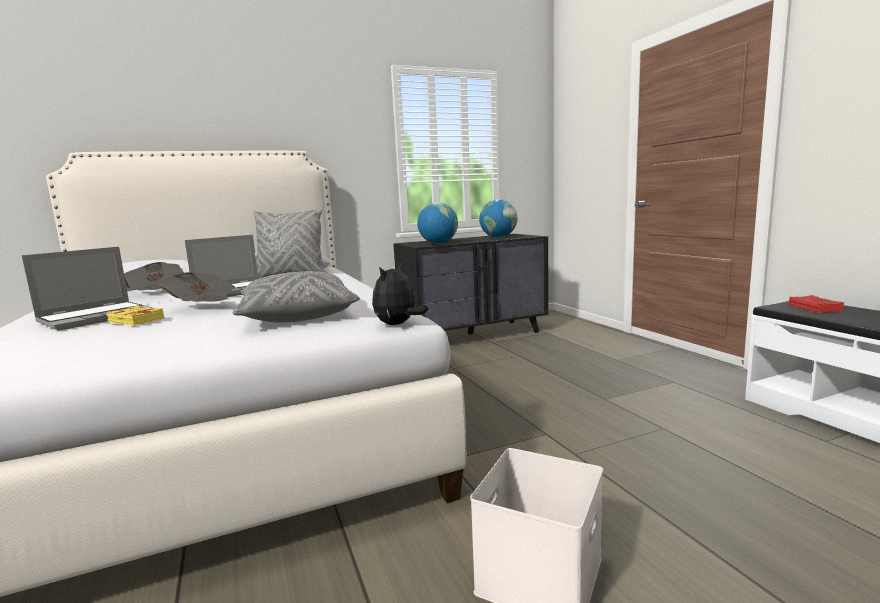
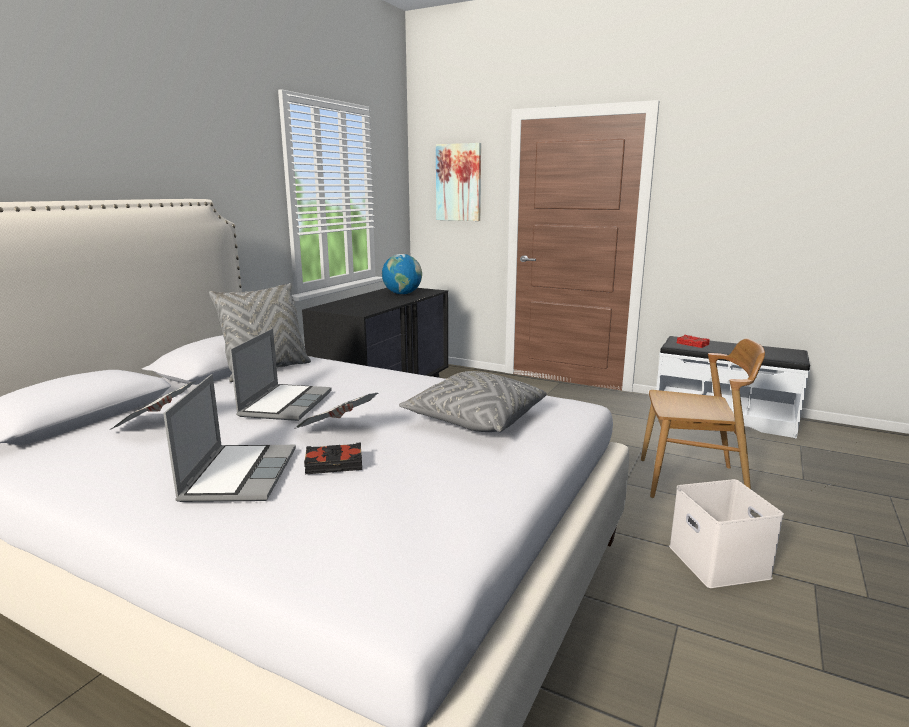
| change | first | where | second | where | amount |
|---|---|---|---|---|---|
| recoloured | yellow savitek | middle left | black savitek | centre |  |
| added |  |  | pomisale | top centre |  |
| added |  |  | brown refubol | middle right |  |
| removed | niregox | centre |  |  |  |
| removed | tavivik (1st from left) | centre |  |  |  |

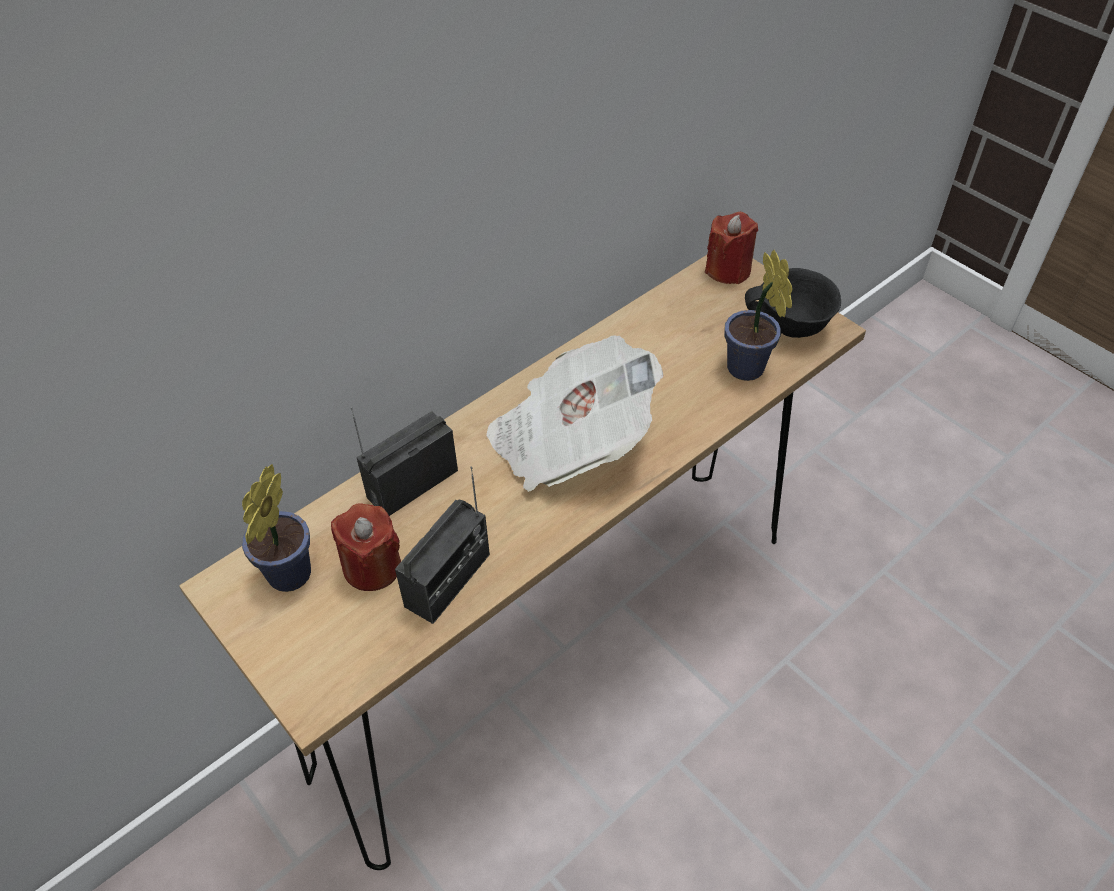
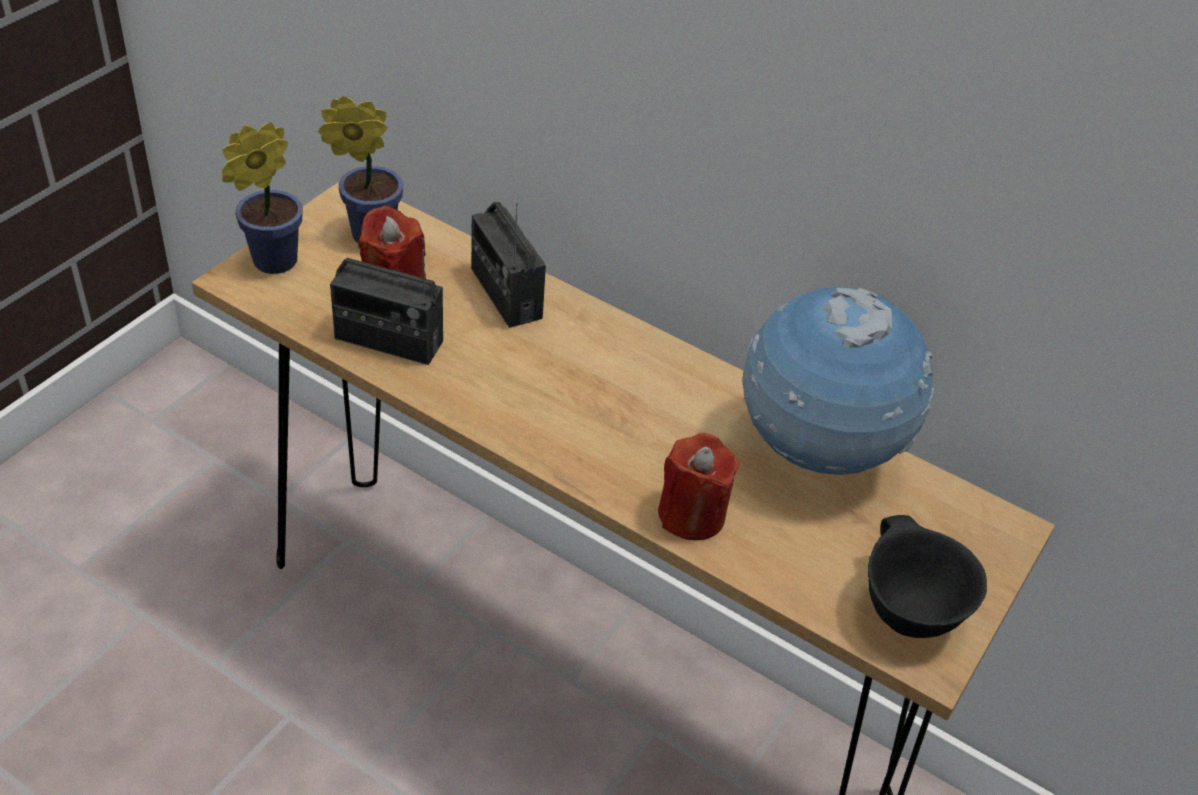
| change | first | where | second | where | amount |
|---|---|---|---|---|---|
| moved | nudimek (2nd from left in the first image) | middle right | nudimek (1st from left) | top left |  |
| turned | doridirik (1st from left in the first image) | centre | doridirik (2nd from left) | centre | 150 degrees counterclockwise |
| moved | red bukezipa (2nd from left) | top centre |  | centre |  |
| added |  |  | tavivik | middle right |  |
| removed | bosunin | centre |  |  |  |

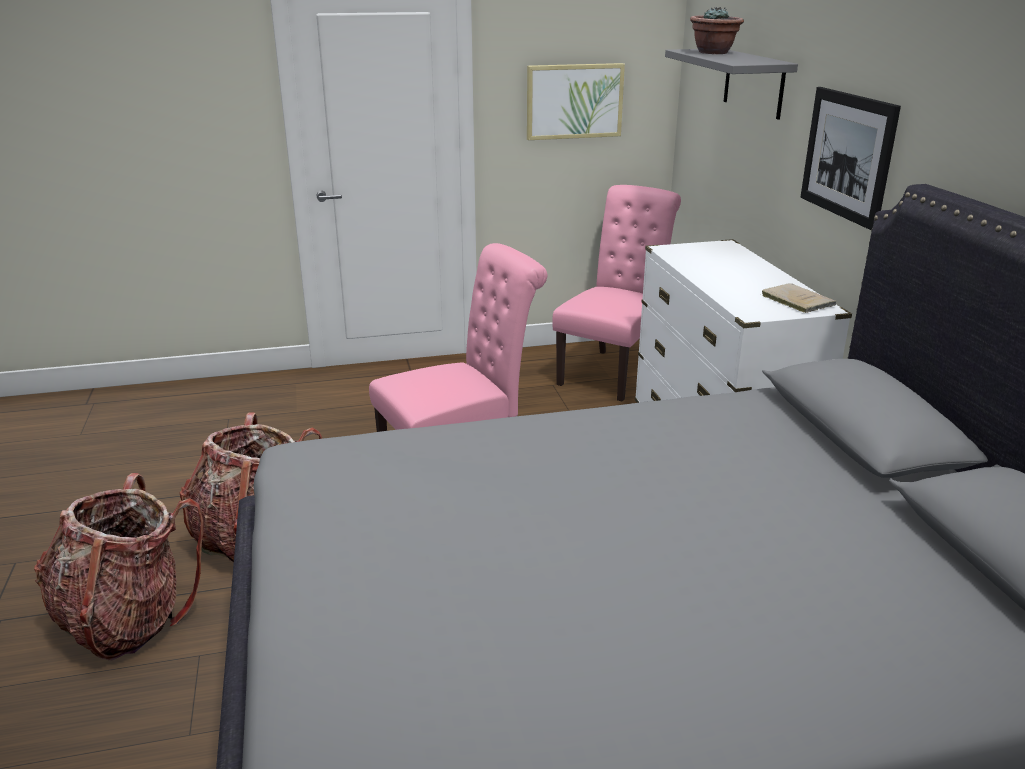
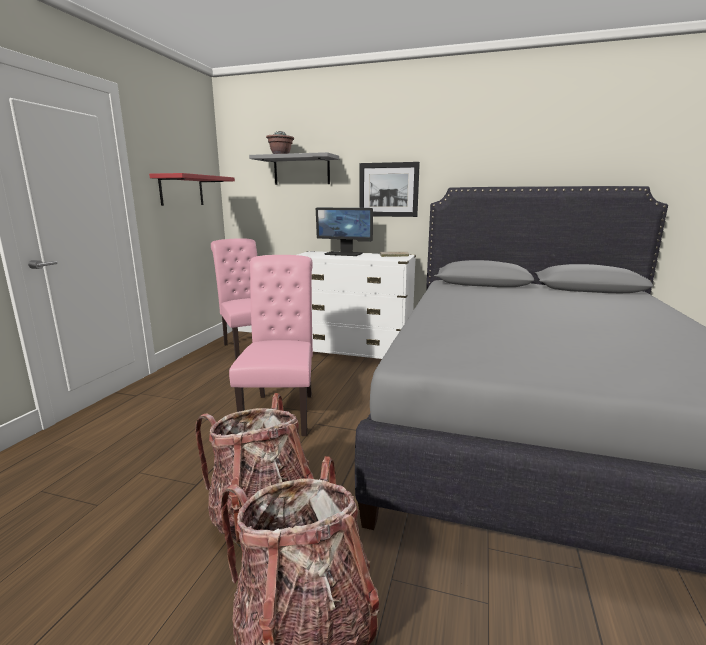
| change | first | where | second | where | amount |
|---|---|---|---|---|---|
| replaced | pomisale (1st from left) | top centre | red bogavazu | top left |  |
| added |  |  | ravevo | centre |  |

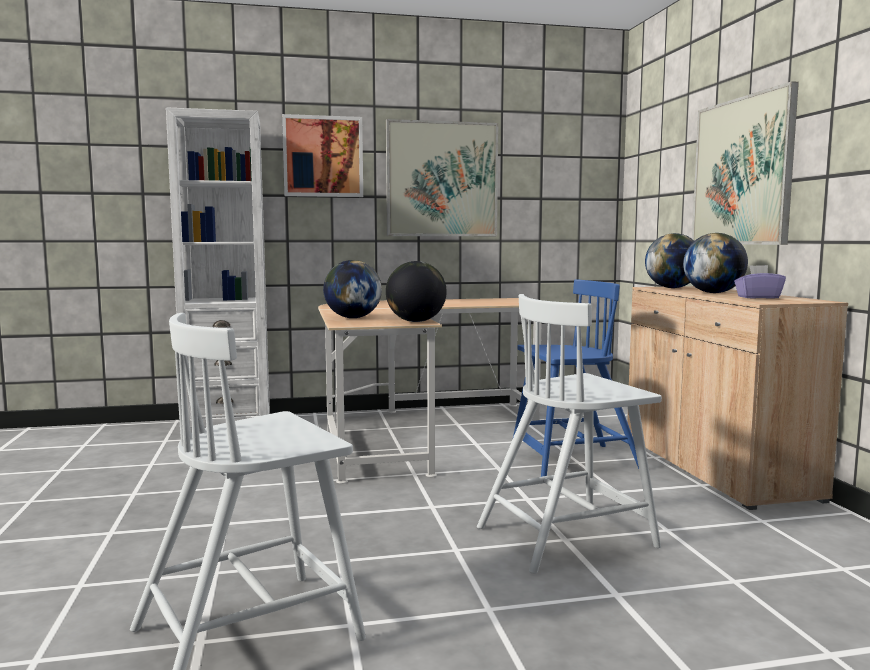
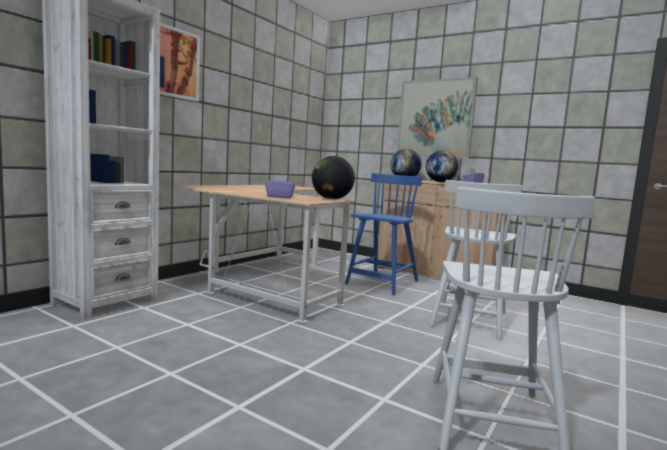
| change | first | where | second | where | amount |
|---|---|---|---|---|---|
| replaced | tavivik (1st from left) | centre | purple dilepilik (1st from left) | centre |  |
| removed | pomisale (2nd from left) | top centre |  |  |  |

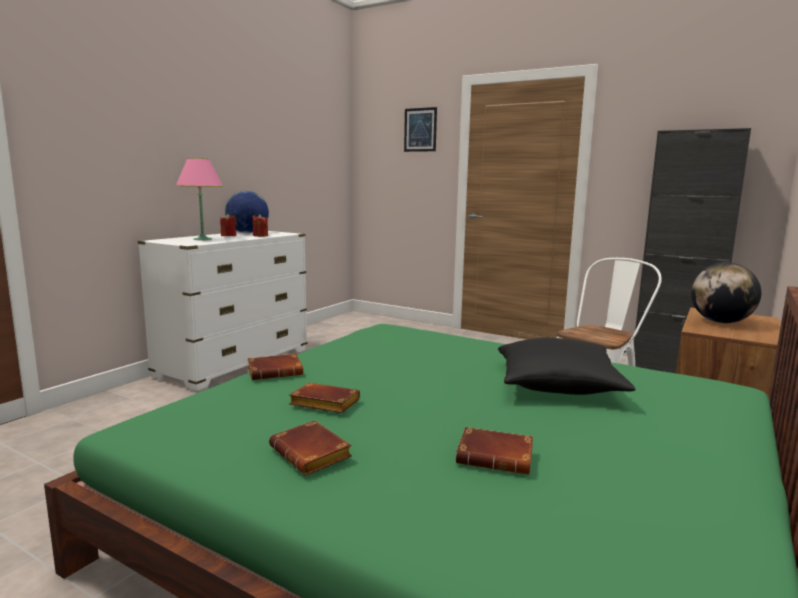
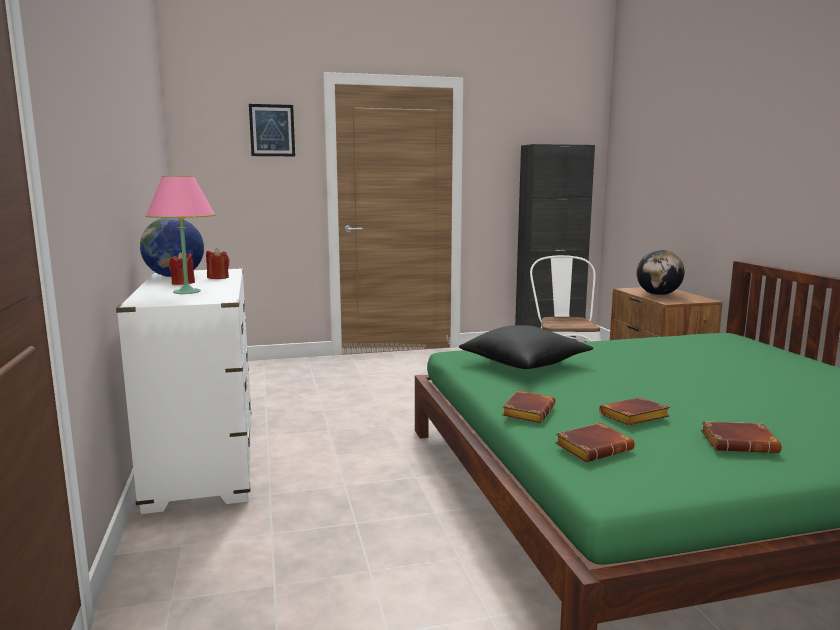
| change | first | where | second | where | amount |
|---|---|---|---|---|---|
| moved | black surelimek | middle right |  | centre |  |
| moved | brown savitek (4th from left in the first image) | bottom centre | brown savitek (2nd from left) | bottom right |  |

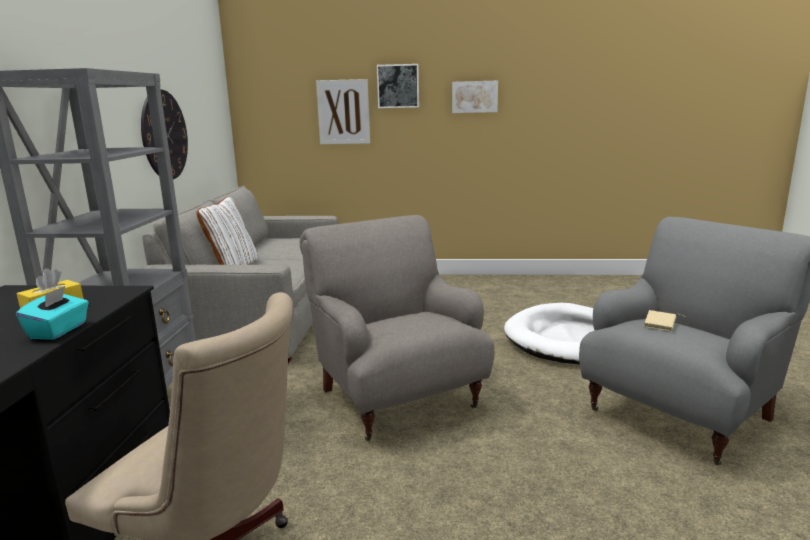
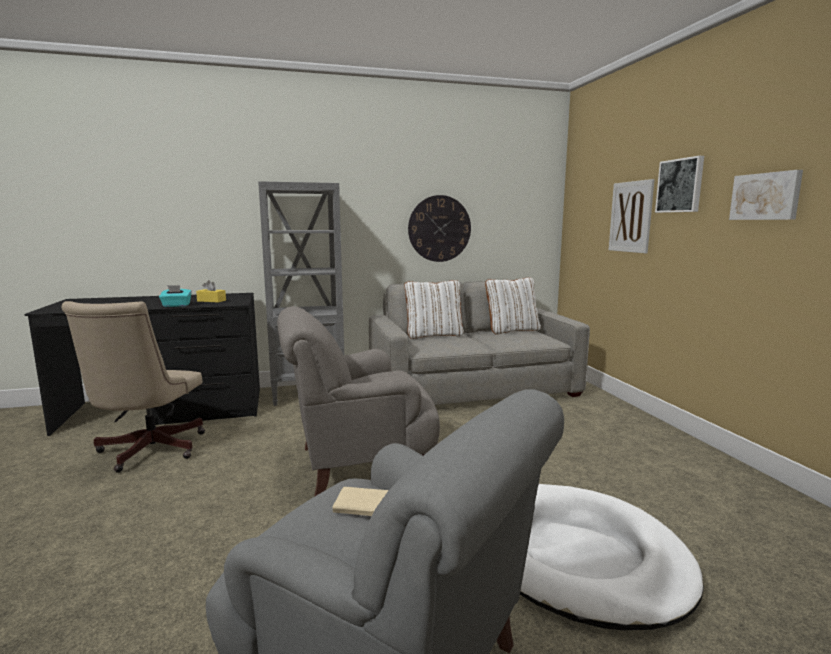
| change | first | where | second | where | amount |
|---|---|---|---|---|---|
| turned | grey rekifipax (1st from left) | centre |  | centre | 150 degrees counterclockwise |
| added |  |  | white surelimek (2nd from left) | centre |  |

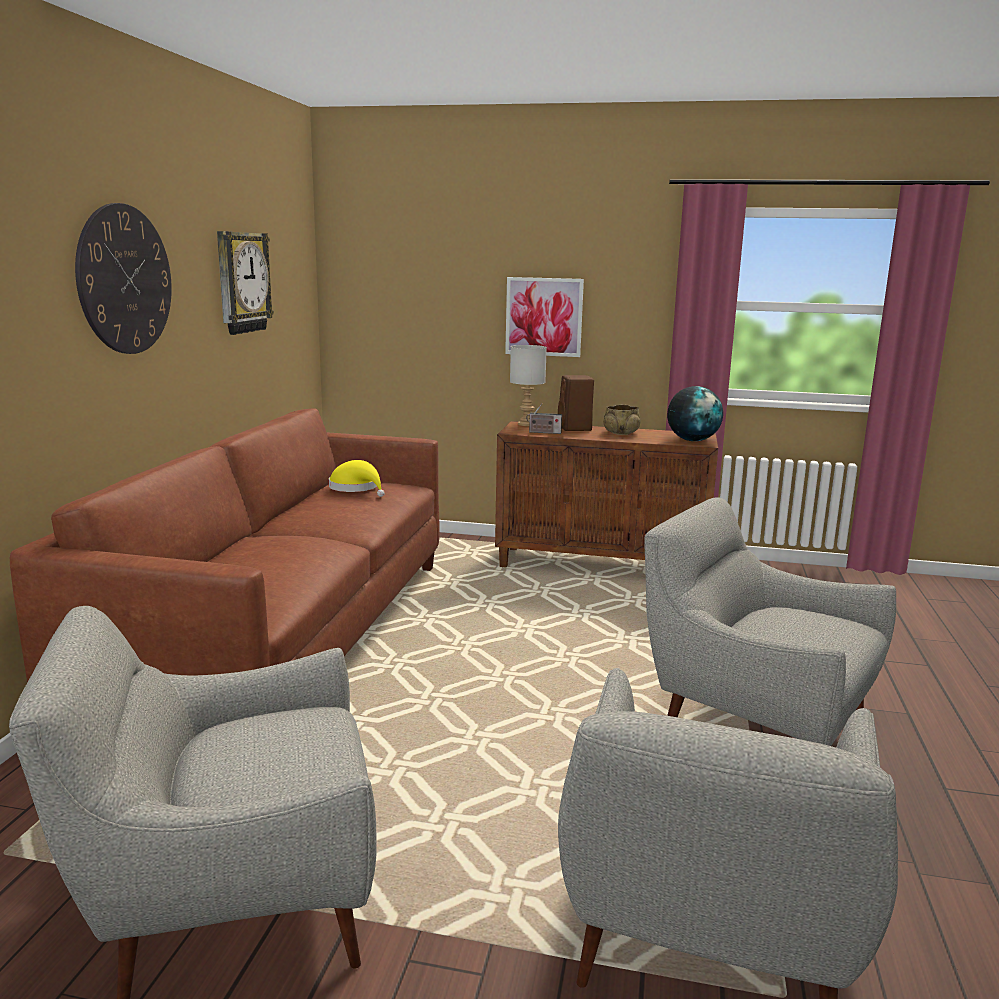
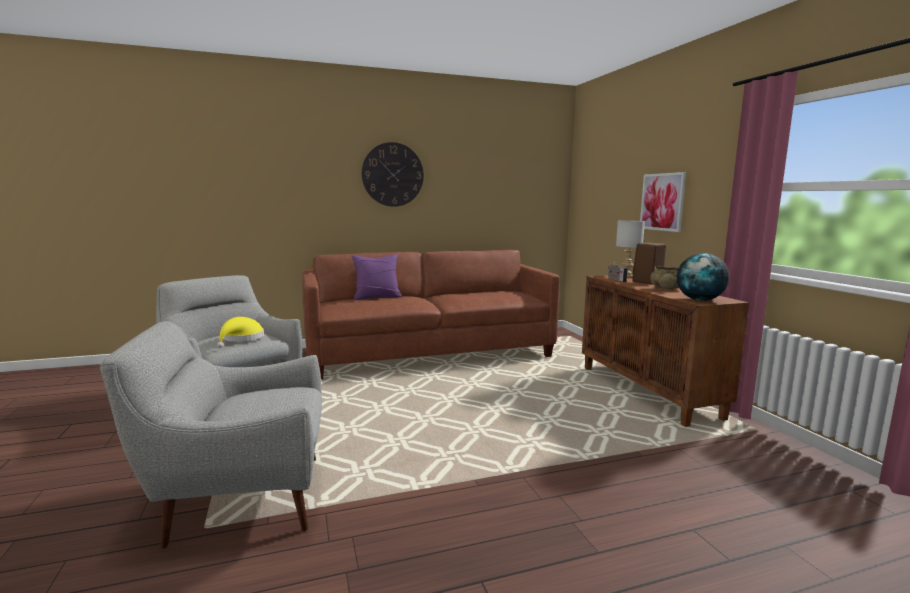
| change | first | where | second | where | amount |
|---|---|---|---|---|---|
| moved | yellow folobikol | centre |  | middle left |  |
| added |  |  | purple surelimek | centre |  |
| removed | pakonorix (2nd from left) | top left |  |  |  |
| removed | grey rekifipax (3rd from left) | middle right |  |  |  |

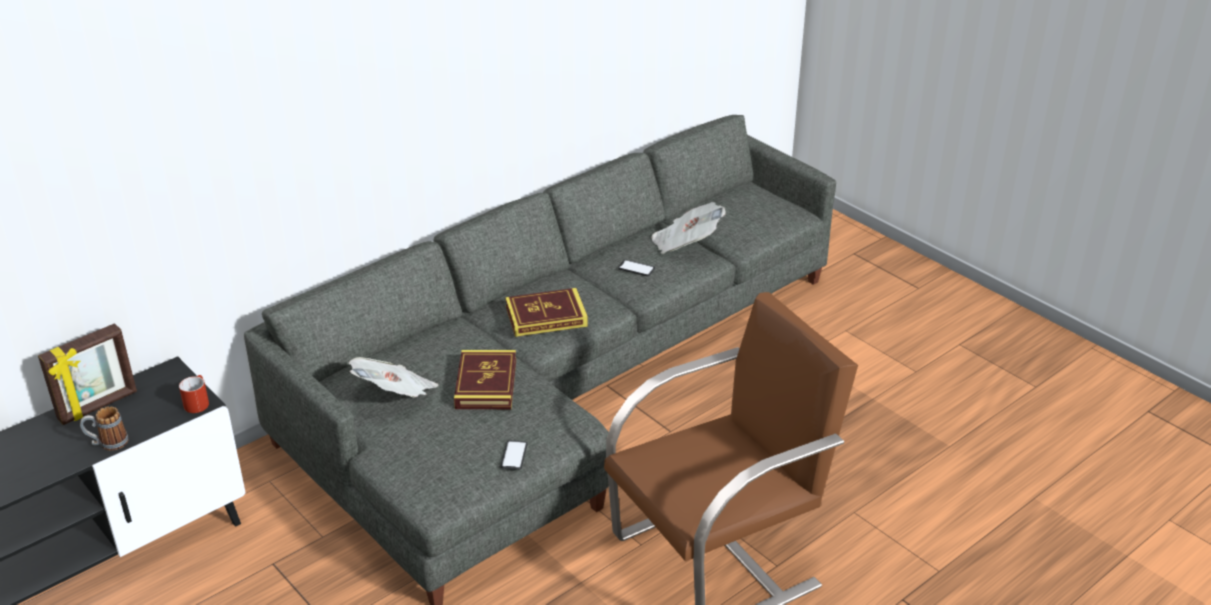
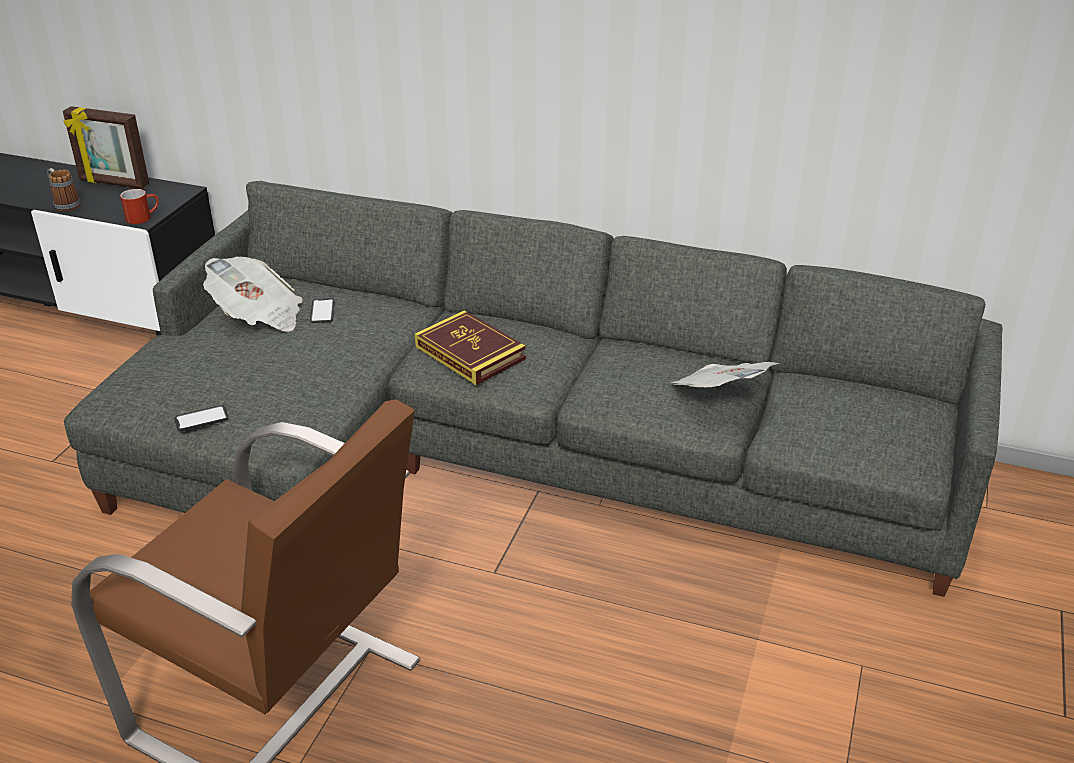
| change | first | where | second | where | amount |
|---|---|---|---|---|---|
| moved | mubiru (2nd from left) | centre |  | middle left |  |
| removed | savitek (1st from left) | centre |  |  |  |

